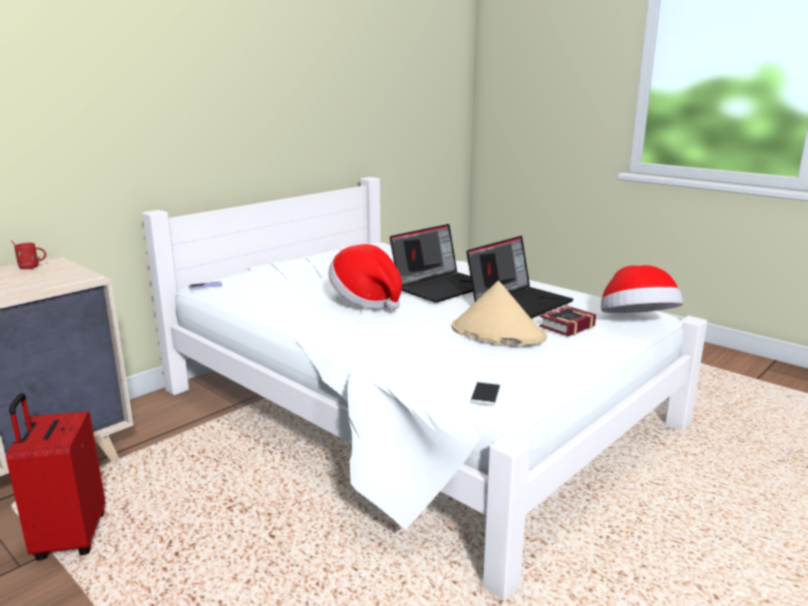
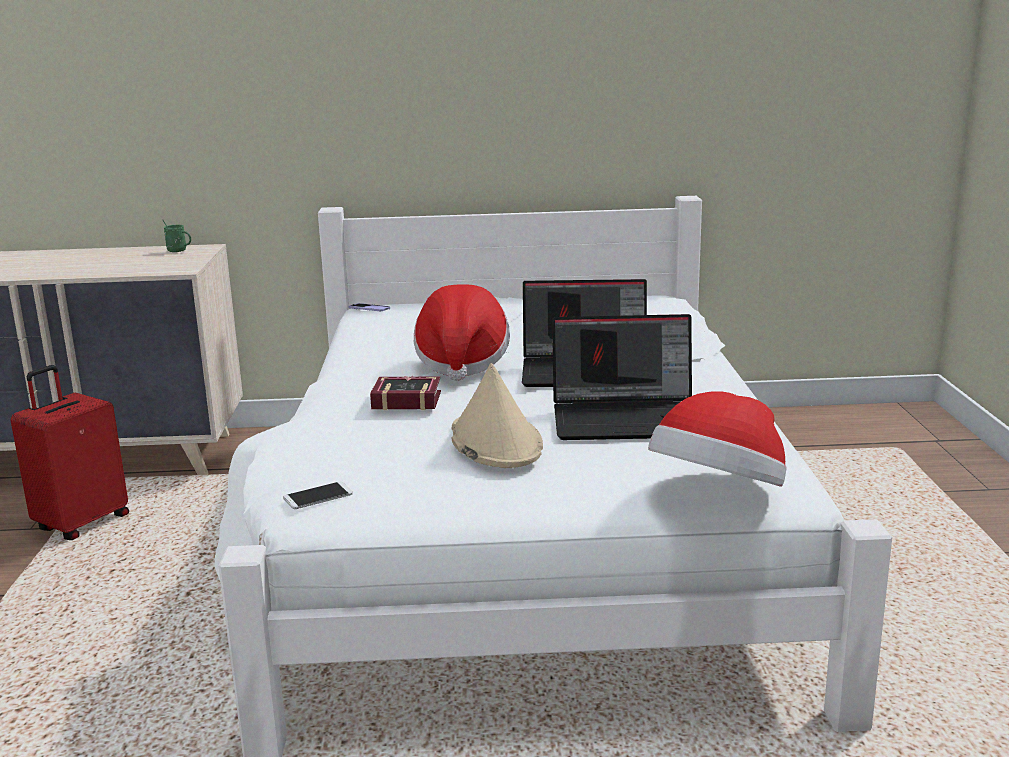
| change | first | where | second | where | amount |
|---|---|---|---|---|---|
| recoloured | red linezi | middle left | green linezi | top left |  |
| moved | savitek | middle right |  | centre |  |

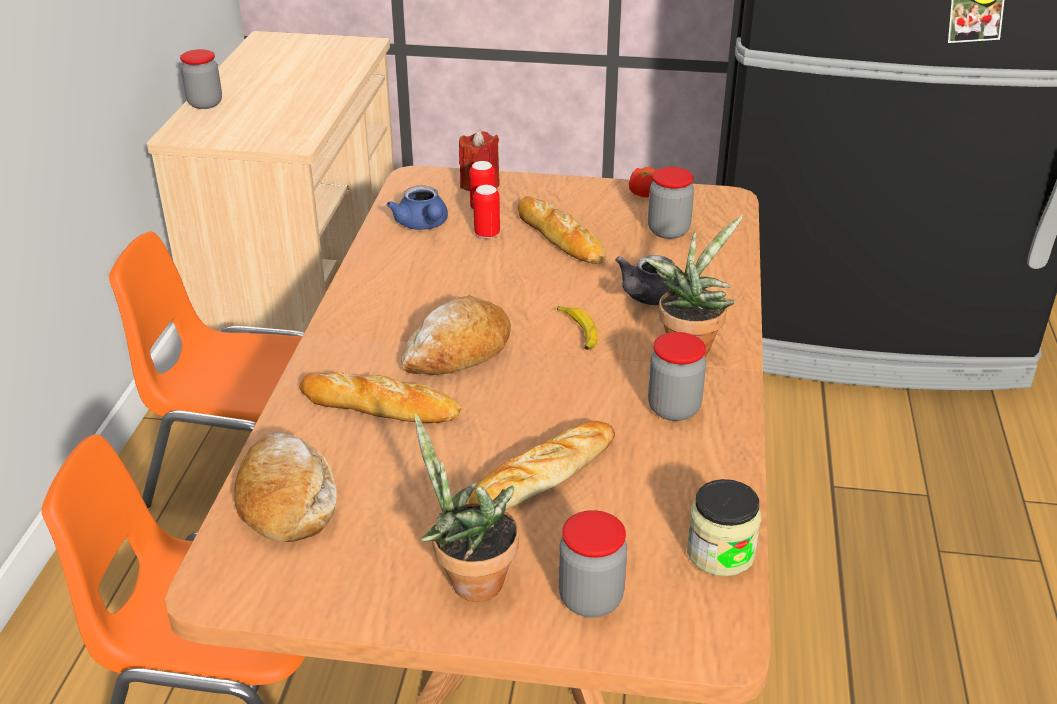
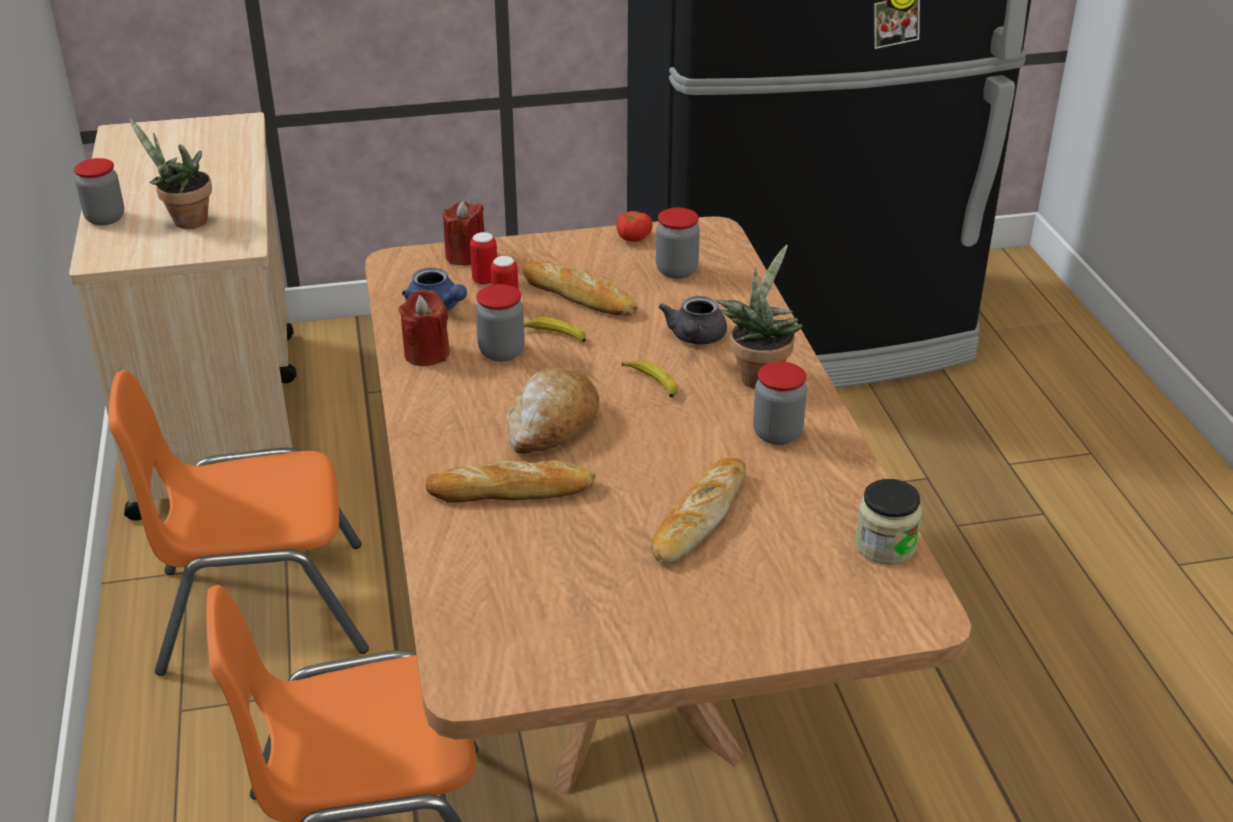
| change | first | where | second | where | amount |
|---|---|---|---|---|---|
| moved | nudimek (1st from left) | bottom centre |  | top left |  |
| added |  |  | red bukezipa (1st from left) | centre |  |
| moved | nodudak (2nd from left) | bottom centre |  | centre |  |
| added |  |  | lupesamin (1st from left) | centre |  |
| removed | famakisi (1st from left) | bottom left |  |  |  |

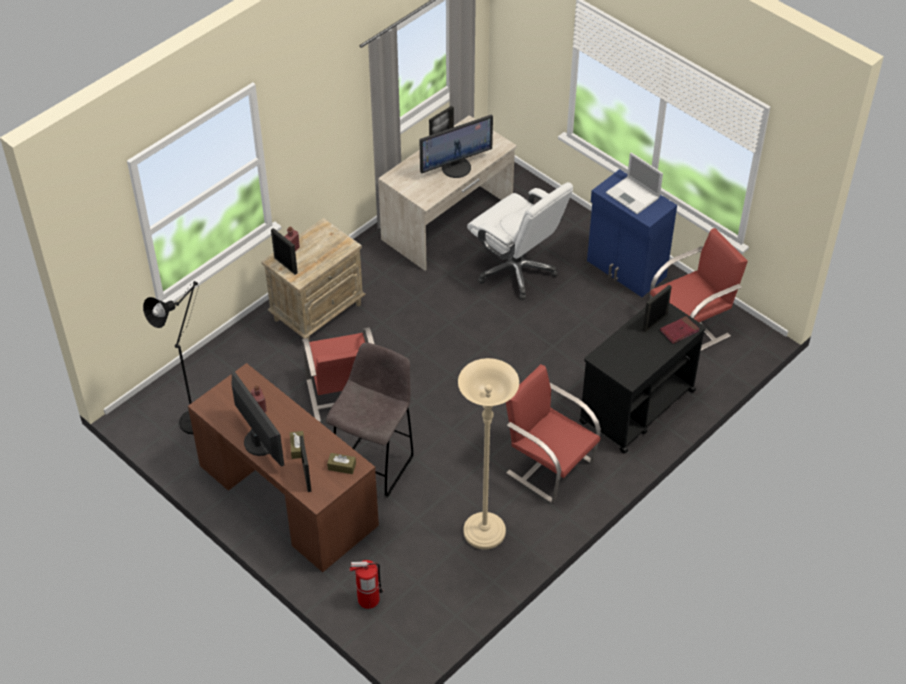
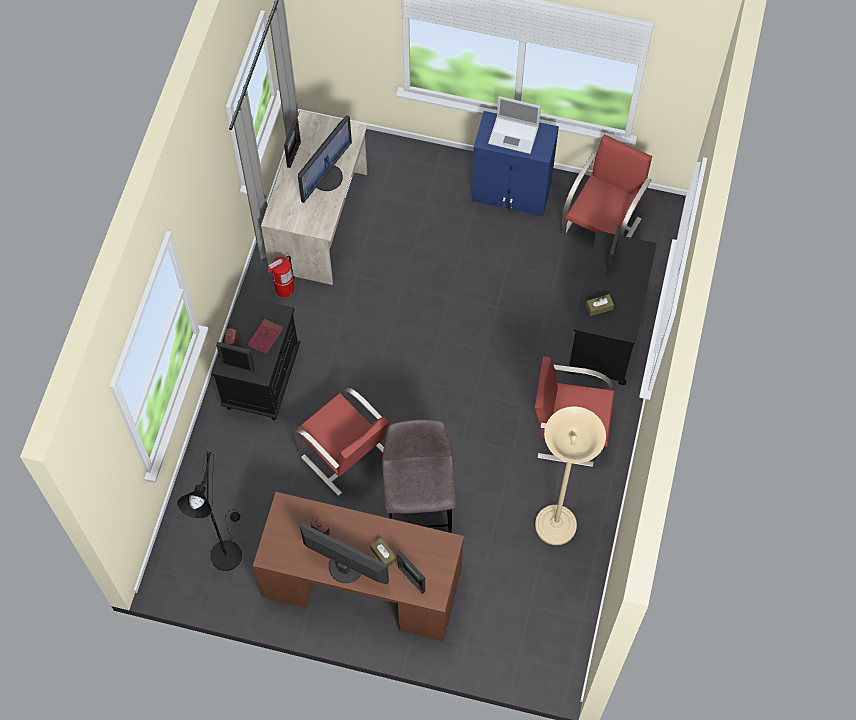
| change | first | where | second | where | amount |
|---|---|---|---|---|---|
| recoloured | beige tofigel | centre | black tofigel | middle left |  |
| moved | red savitek | middle right |  | middle left |  |
| moved | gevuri | bottom centre |  | middle left |  |
| moved | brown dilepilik (2nd from left) | bottom centre |  | middle right |  |
| removed | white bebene | centre |  |  |  |

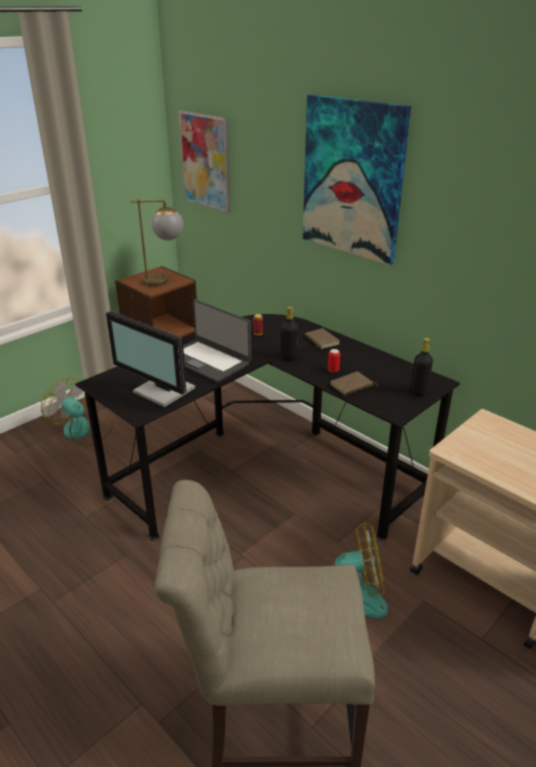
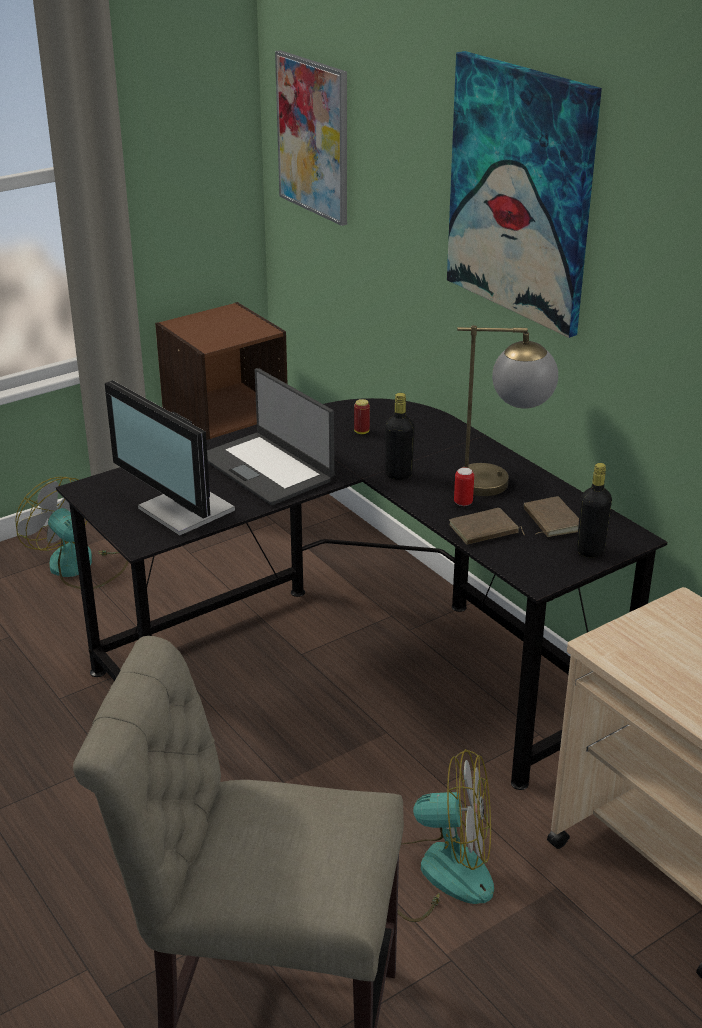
| change | first | where | second | where | amount |
|---|---|---|---|---|---|
| moved | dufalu | top left |  | middle right |  |
| moved | brown savitek (1st from left in the first image) | centre | brown savitek (2nd from left) | middle right |  |

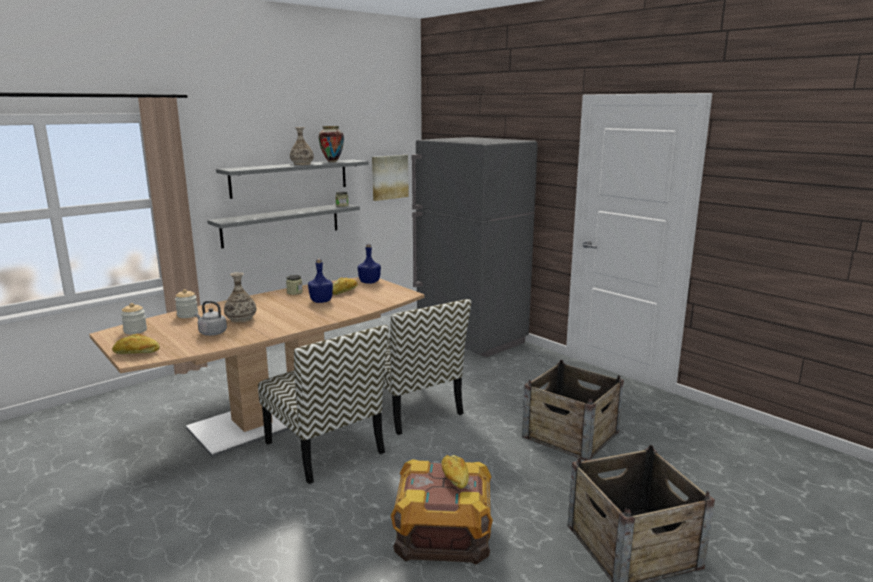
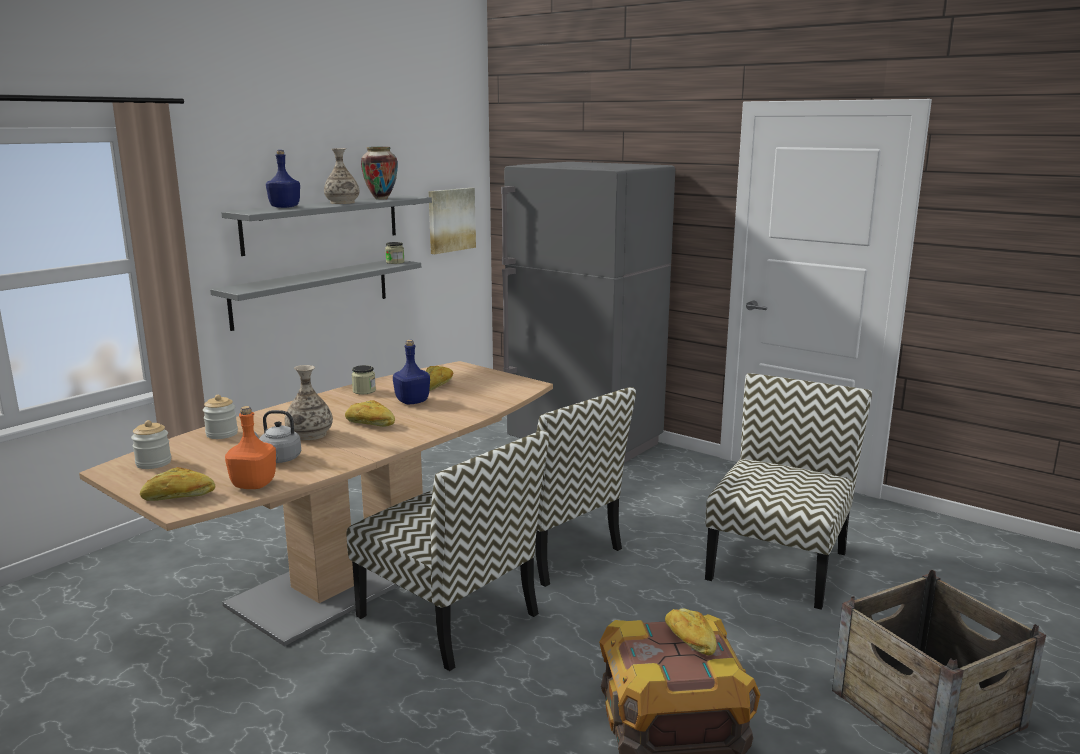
| change | first | where | second | where | amount |
|---|---|---|---|---|---|
| added |  |  | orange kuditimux | middle left |  |
| moved | blue kuditimux (2nd from left in the first image) | centre | blue kuditimux (1st from left) | top left |  |
| added |  |  | famakisi (2nd from left) | centre |  |
| replaced | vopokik (2nd from left) | bottom centre | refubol (3rd from left) | middle right |  |

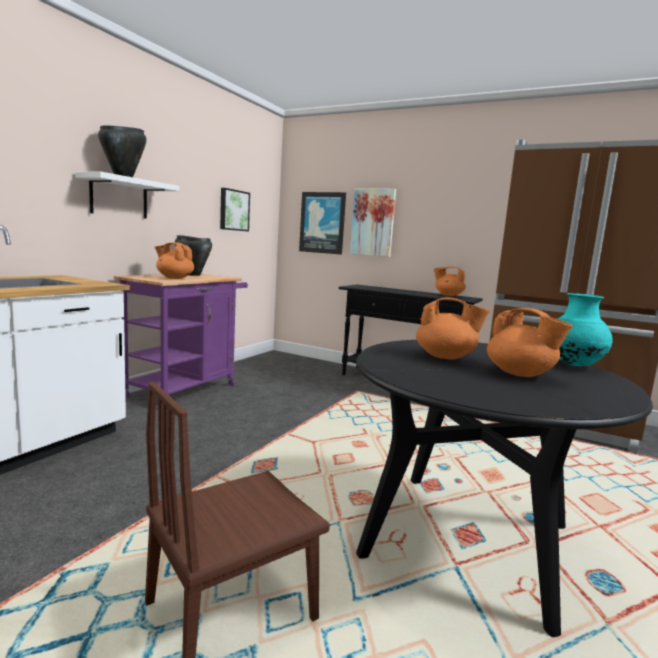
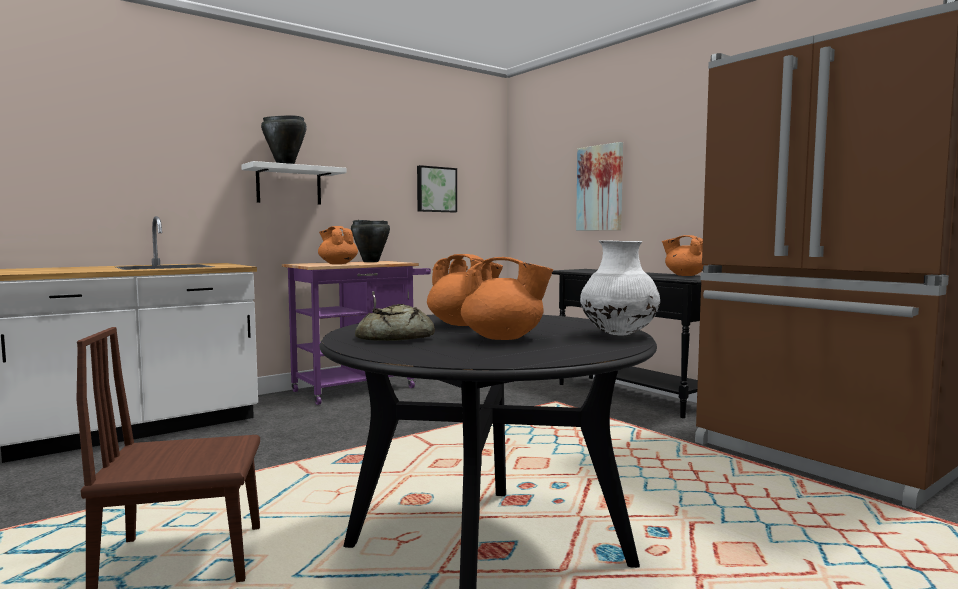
| change | first | where | second | where | amount |
|---|---|---|---|---|---|
| added |  |  | famakisi | centre |  |
| turned | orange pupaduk (4th from left in the first image) | middle right | orange pupaduk (3rd from left) | centre | 60 degrees counterclockwise |
| recoloured | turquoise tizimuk | middle right | white tizimuk | centre |  |
| removed | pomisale (2nd from left) | centre |  |  |  |

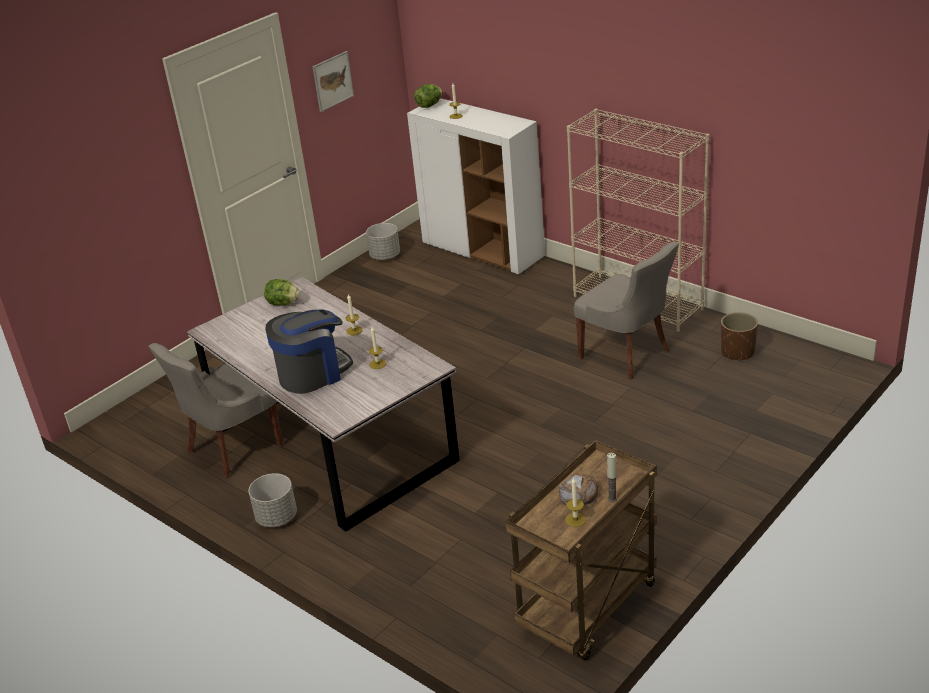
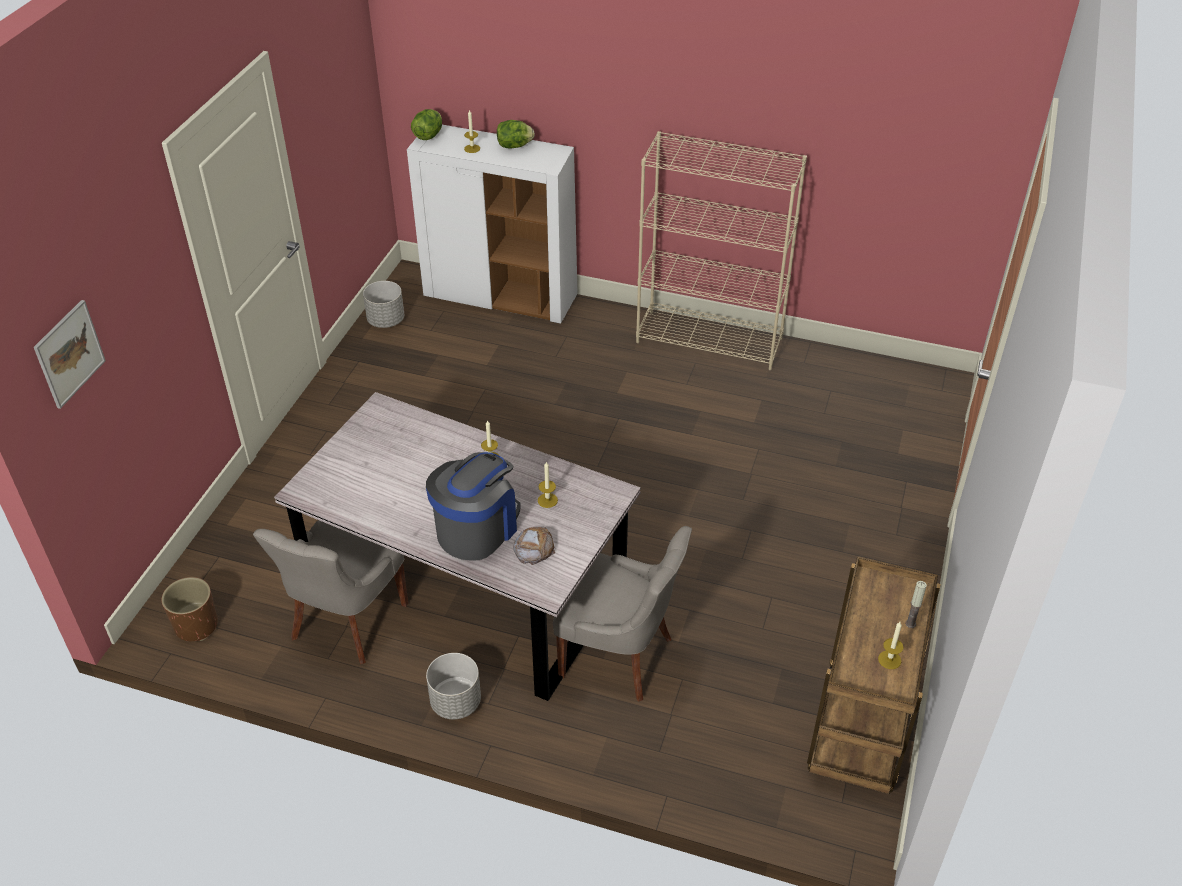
| change | first | where | second | where | amount |
|---|---|---|---|---|---|
| moved | pomisale | top centre |  | middle left |  |
| moved | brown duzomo | middle right |  | bottom left |  |
| moved | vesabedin (1st from left in the first image) | middle left | vesabedin (2nd from left) | top centre |  |
| moved | famakisi | bottom centre |  | centre |  |
| moved | grey refubol (2nd from left) | middle right |  | bottom centre |  |

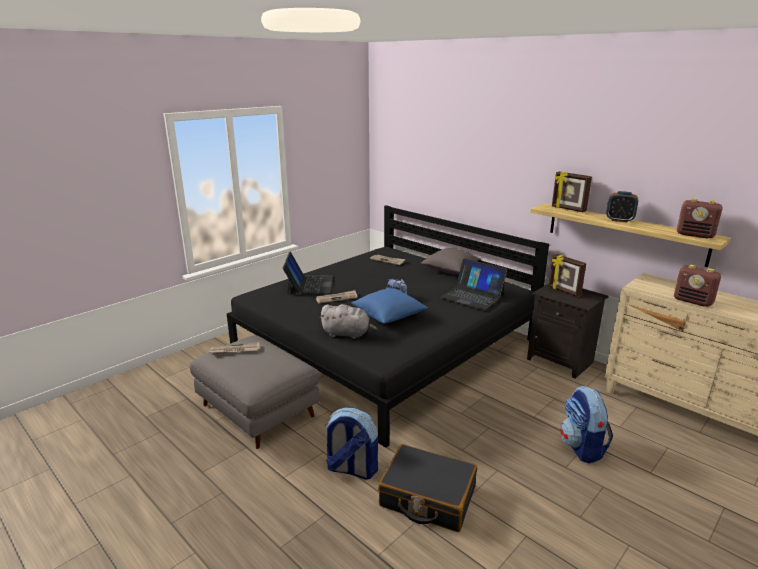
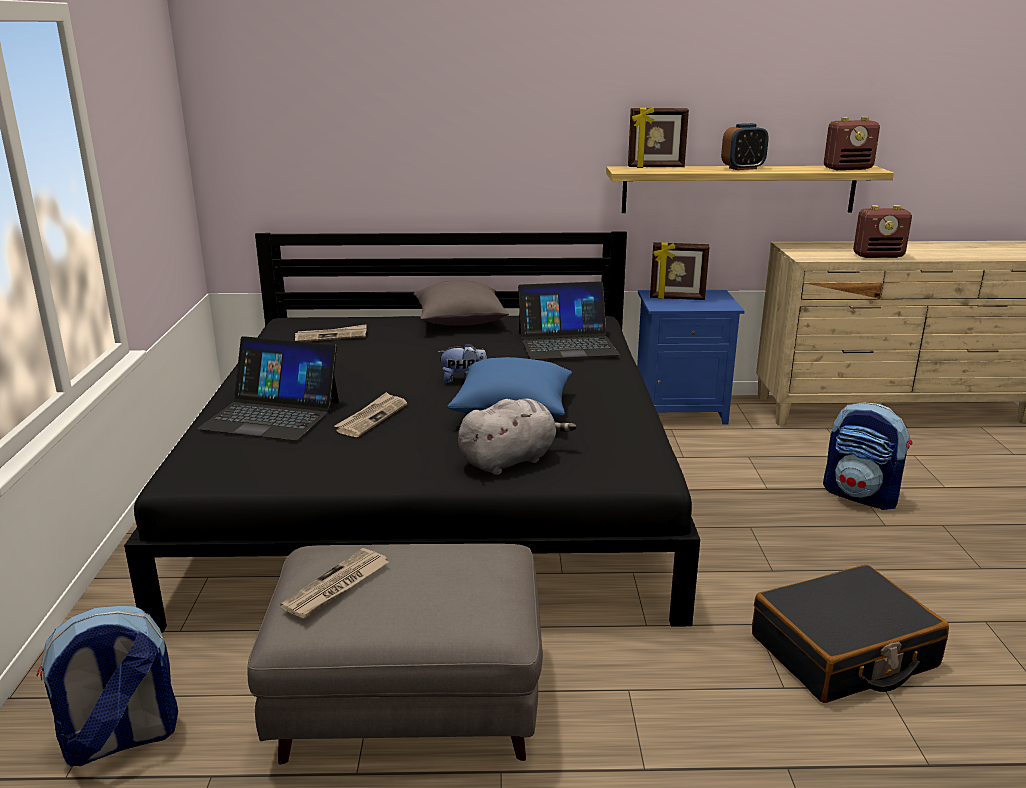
| change | first | where | second | where | amount |
|---|---|---|---|---|---|
| moved | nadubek (1st from left) | bottom centre |  | bottom left |  |
| turned | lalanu (1st from left) | centre |  | middle left | 150 degrees clockwise |
| recoloured | black tofigel | middle right | blue tofigel | middle right |  |

